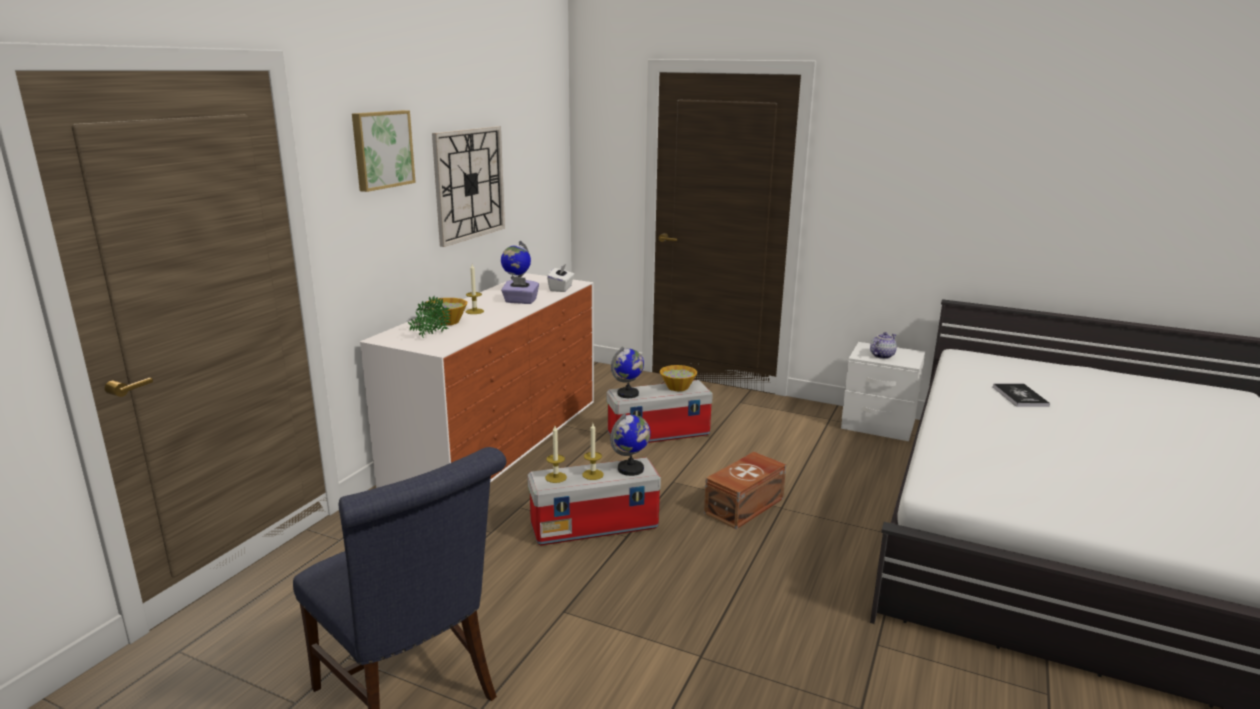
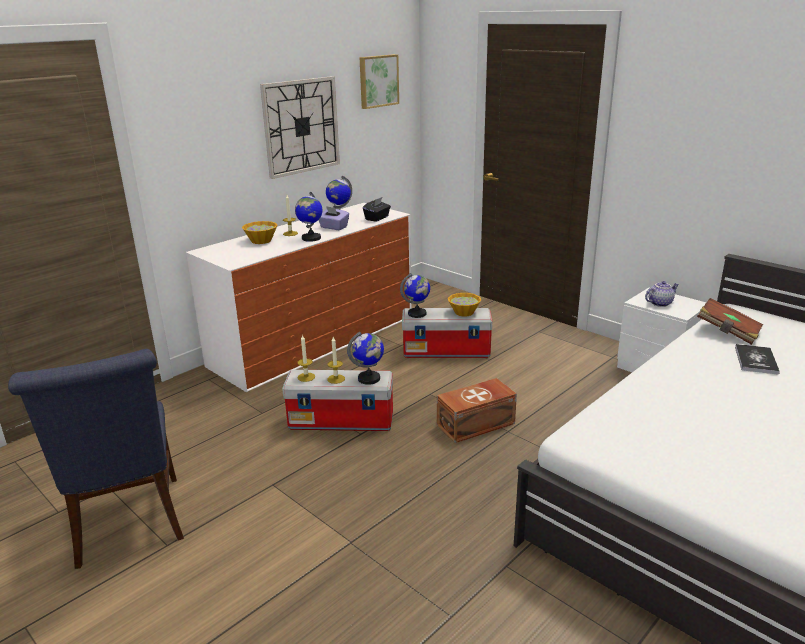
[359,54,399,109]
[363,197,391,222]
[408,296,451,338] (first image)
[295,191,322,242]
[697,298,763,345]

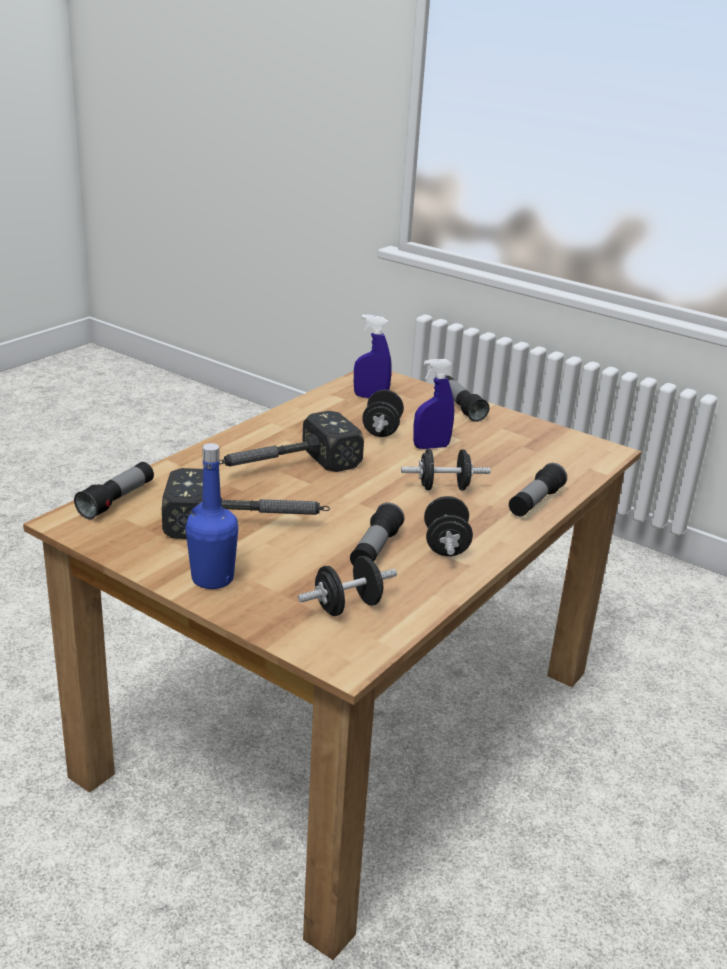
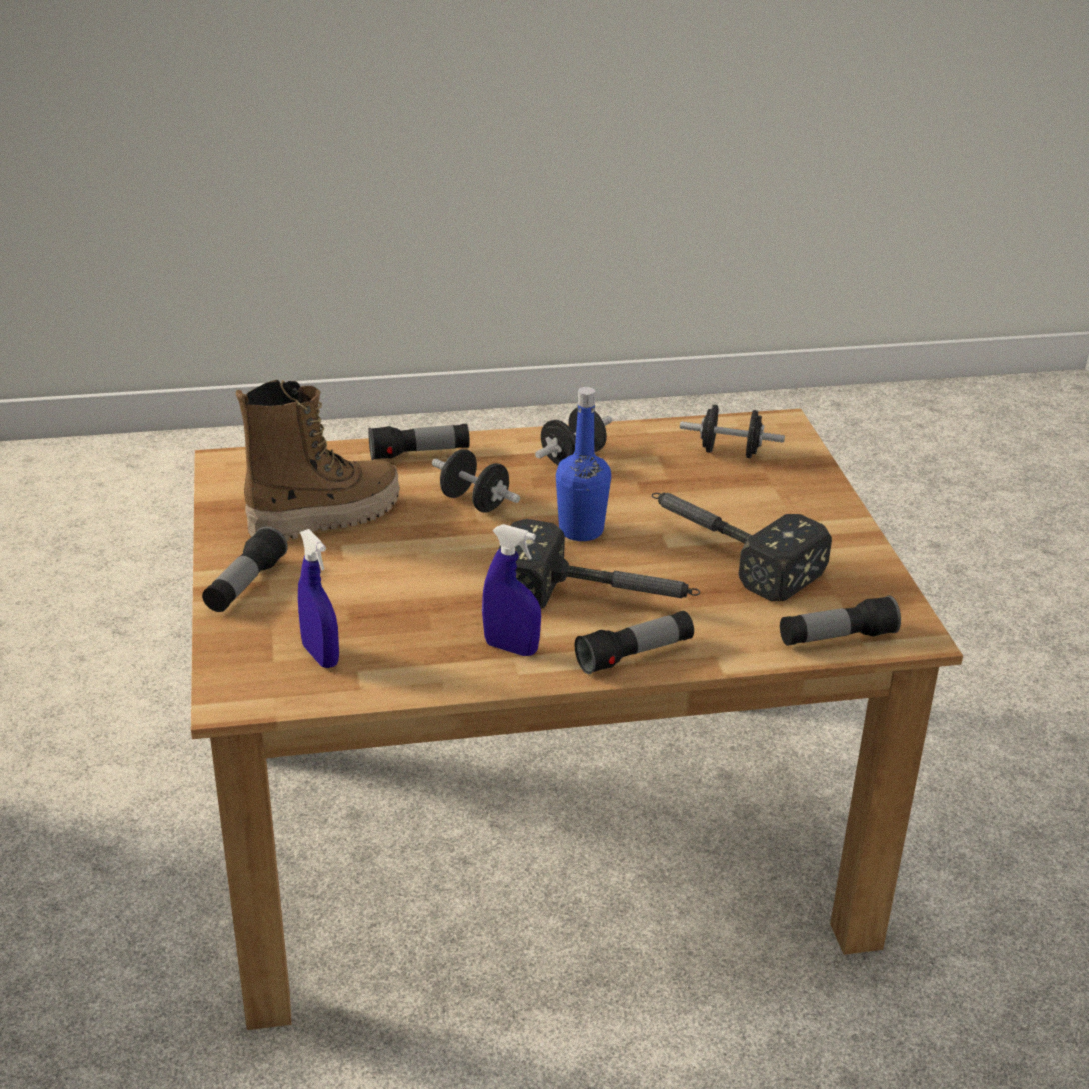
[482,524,541,656]
[362,390,404,437] (first image)
[556,387,611,541]
[575,611,694,674]
[236,380,400,541]

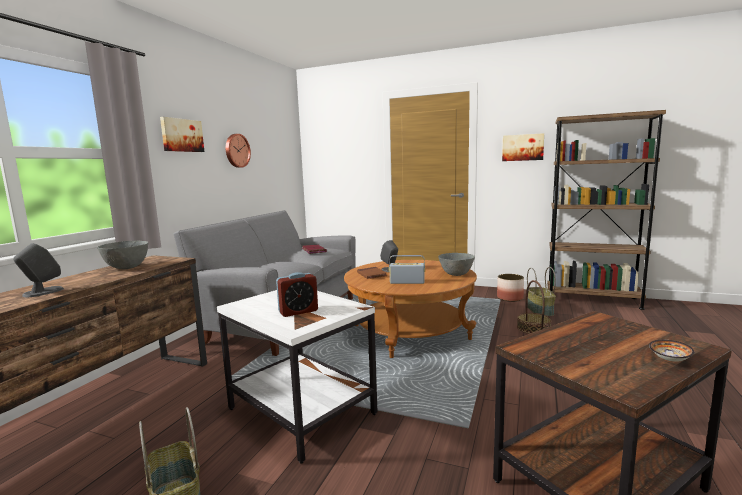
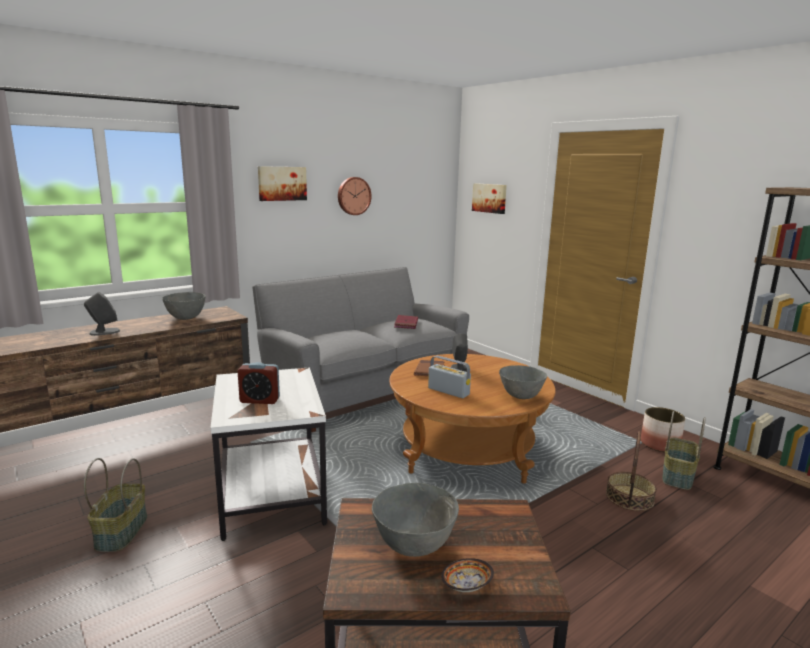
[472,183,507,214]
[372,483,459,557]

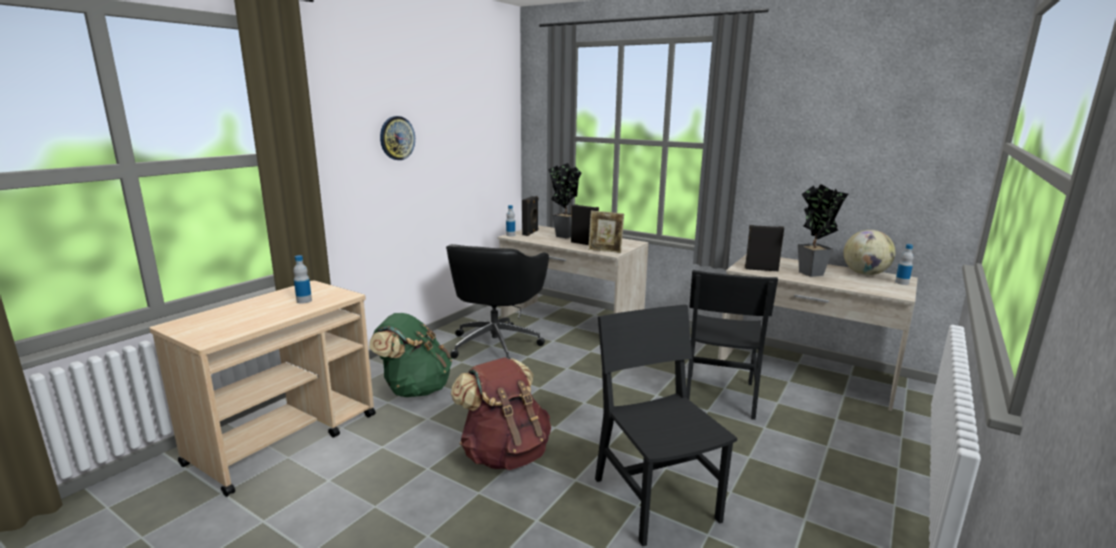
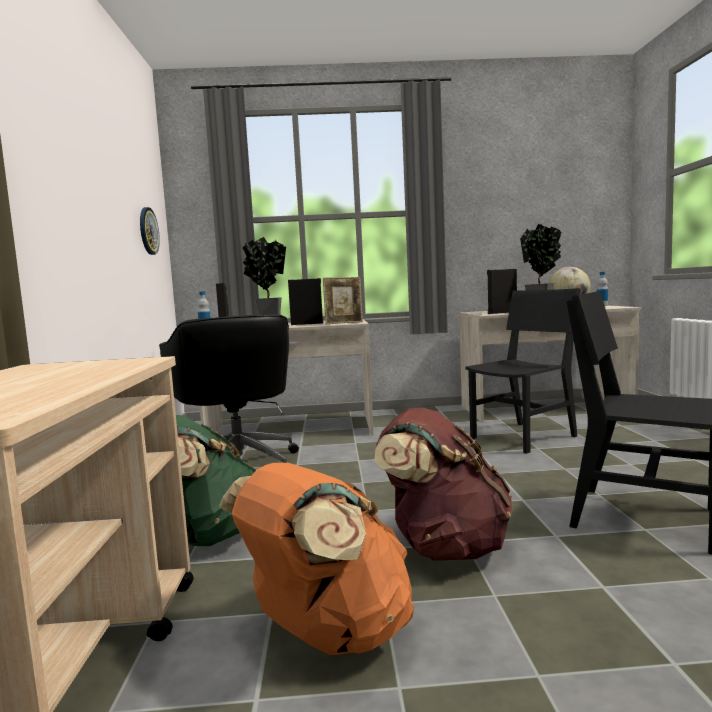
[140,207,160,255]
[293,255,312,304] (first image)
[465,288,581,454]
[219,463,414,655]

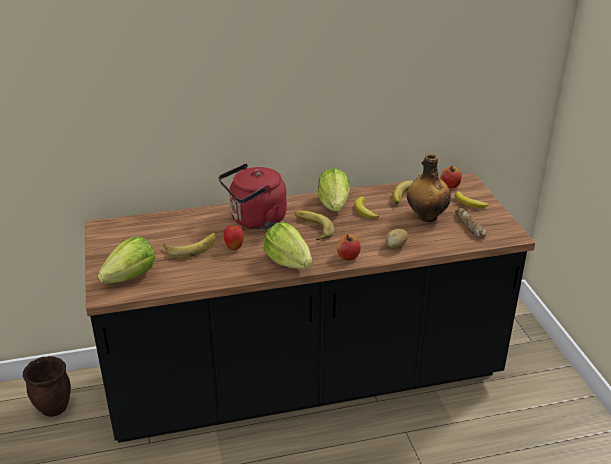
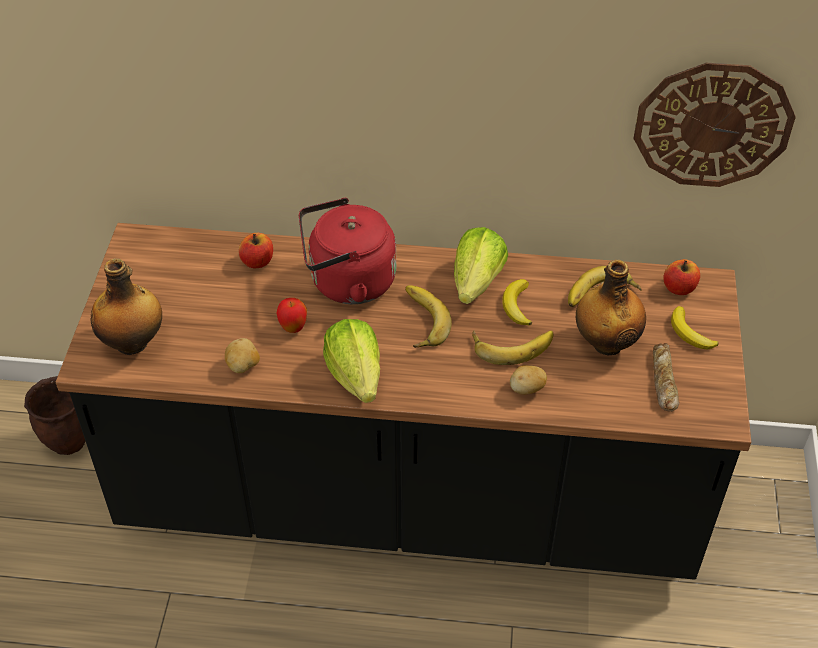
[472,330,554,365]
[239,233,273,268]
[90,258,162,355]
[634,63,796,187]
[225,338,260,373]

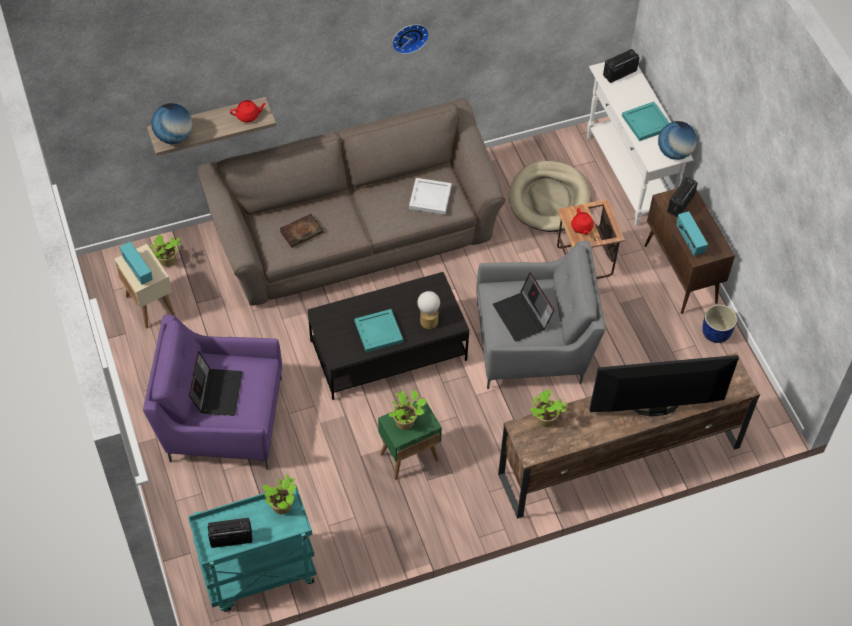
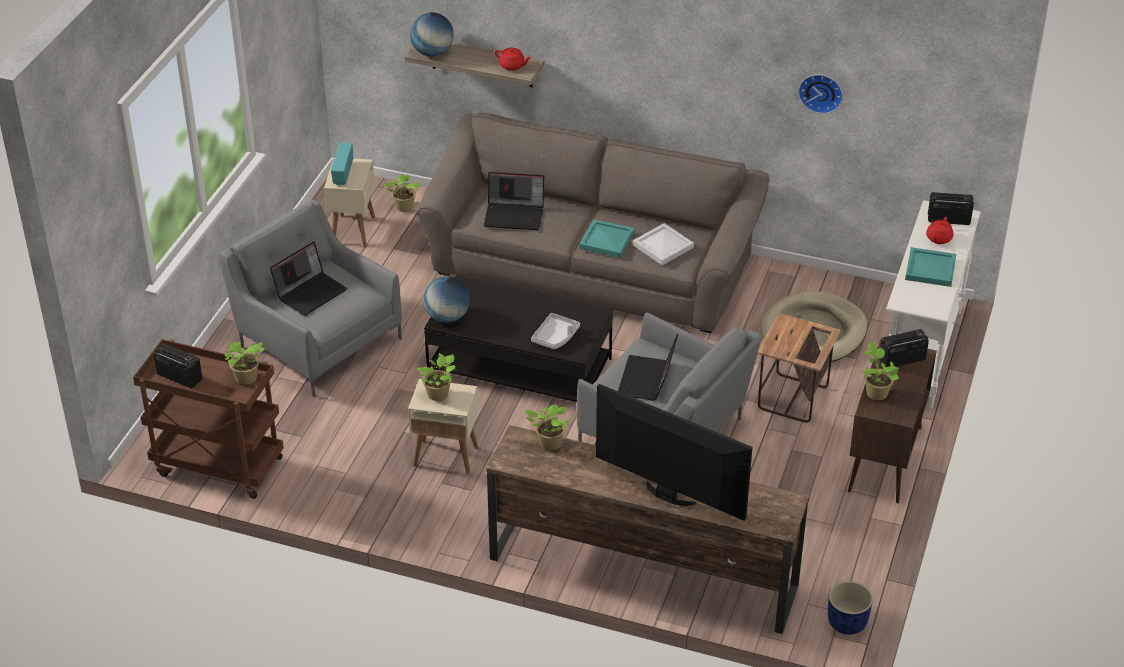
[798,74,843,114]
[423,276,470,323]
[926,217,953,244]
[861,341,899,400]
[484,172,544,230]
[531,313,580,349]
[828,581,873,635]
[579,219,634,258]
[219,199,402,397]
[408,379,479,474]
[133,339,284,499]

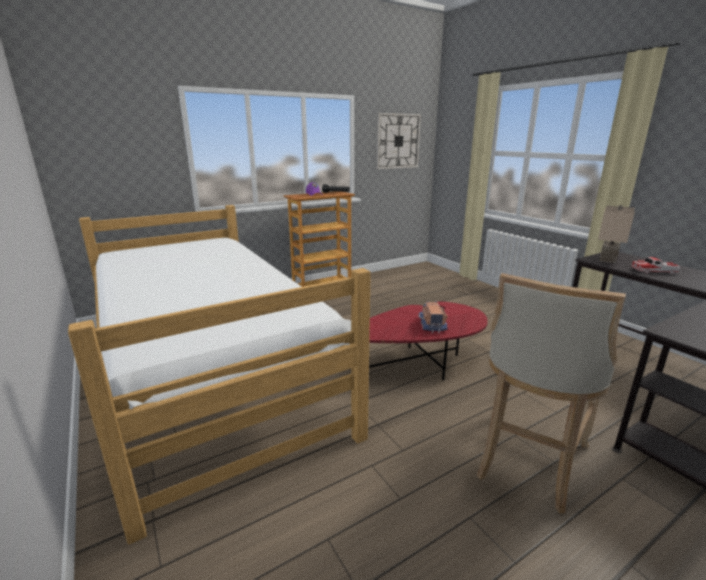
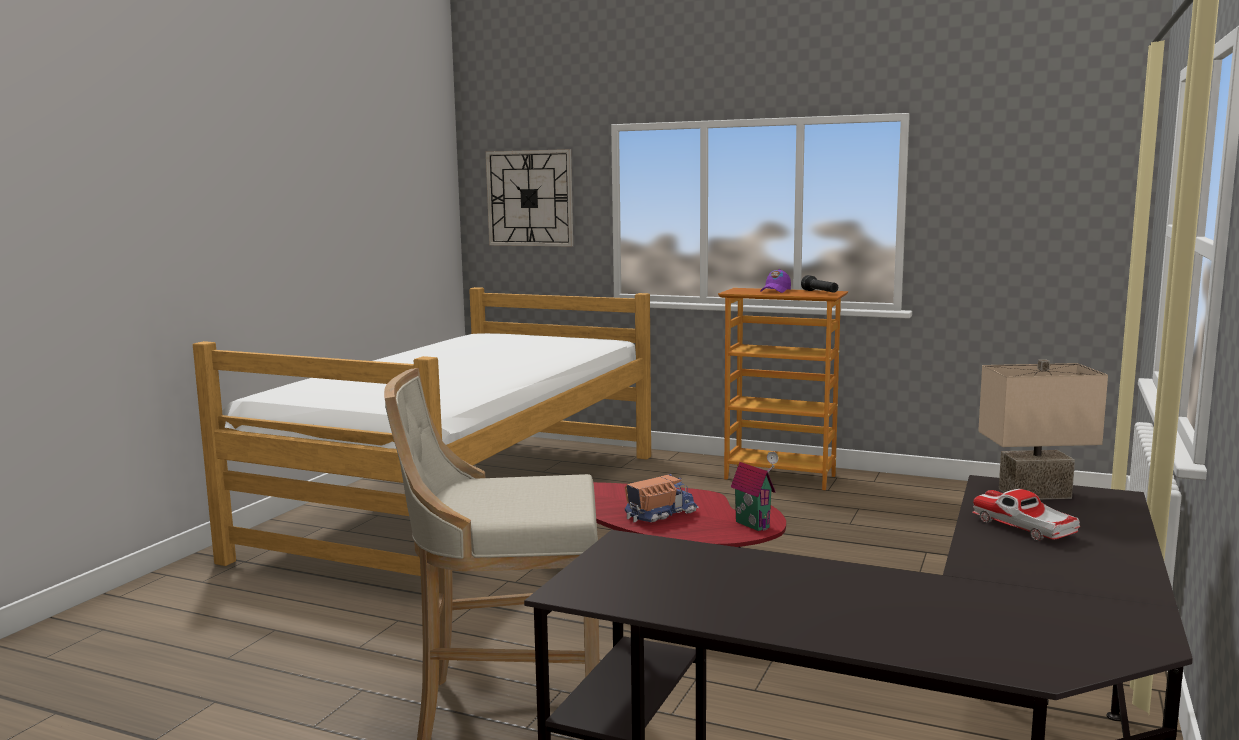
[486,149,573,247]
[731,452,779,531]

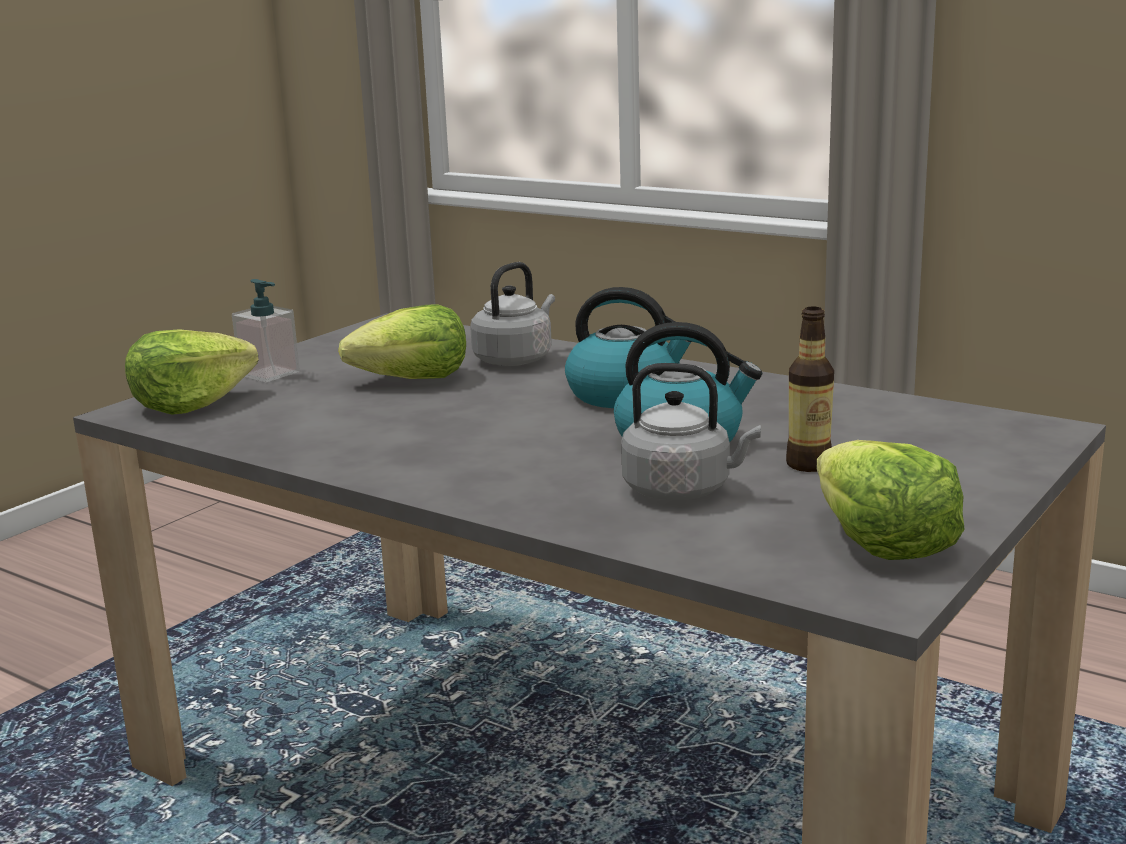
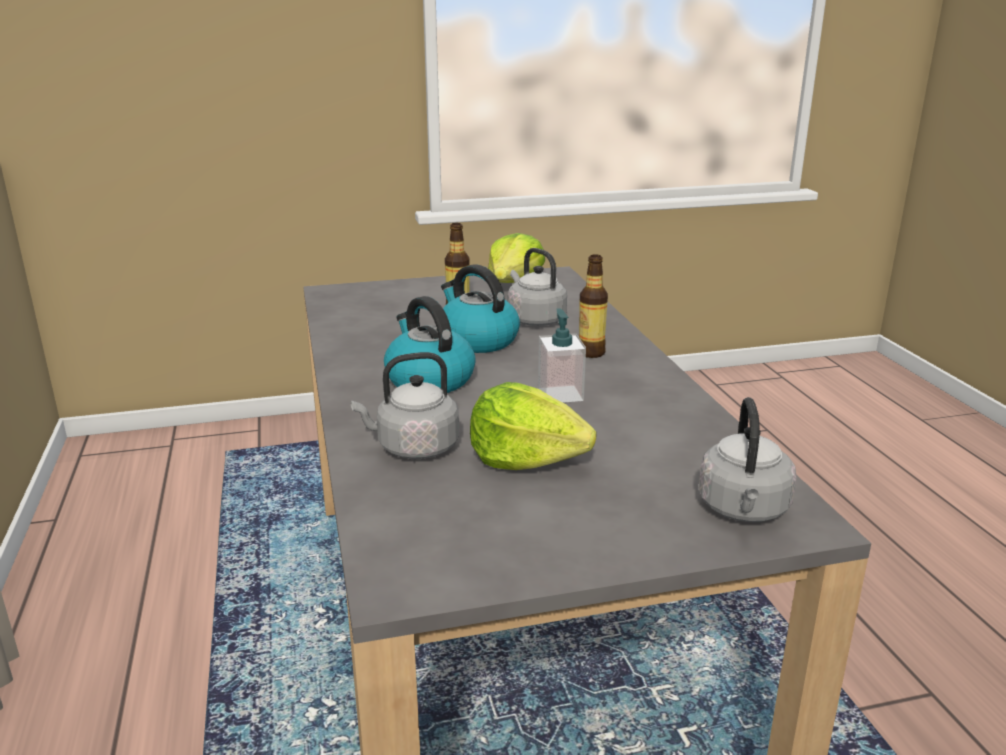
[538,308,586,403]
[698,397,796,522]
[579,254,608,358]

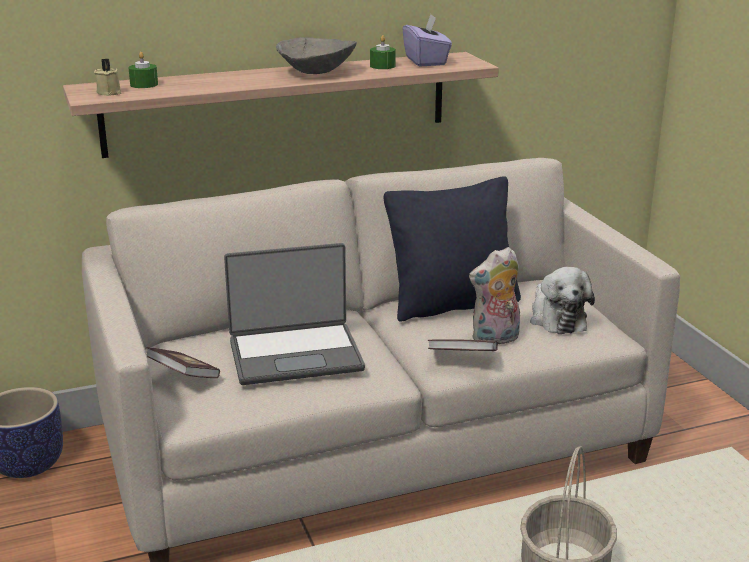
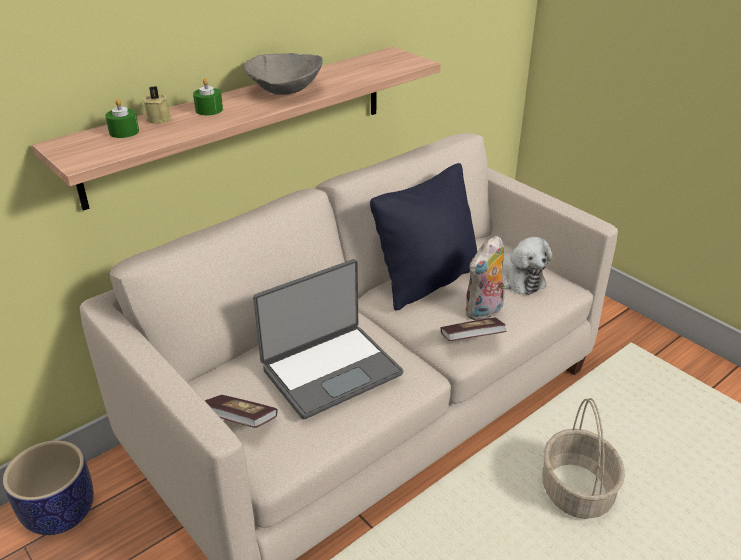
[403,14,452,66] (first image)
[193,78,223,115]
[142,86,172,124]

